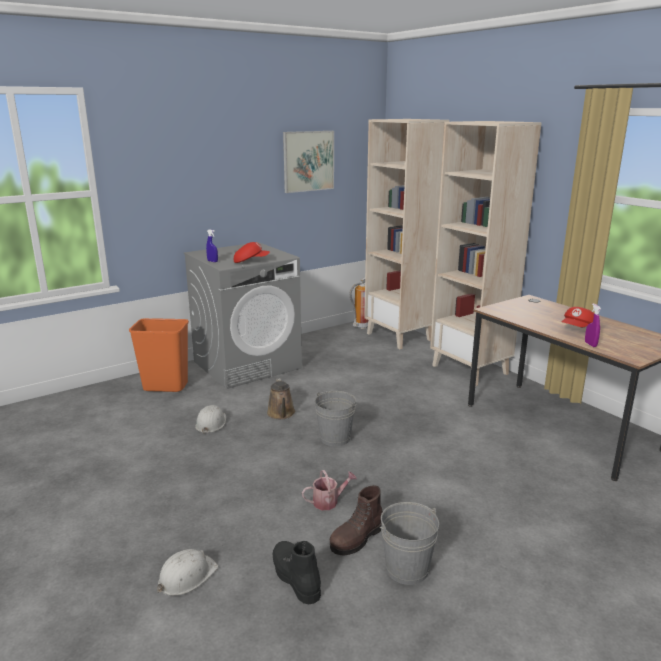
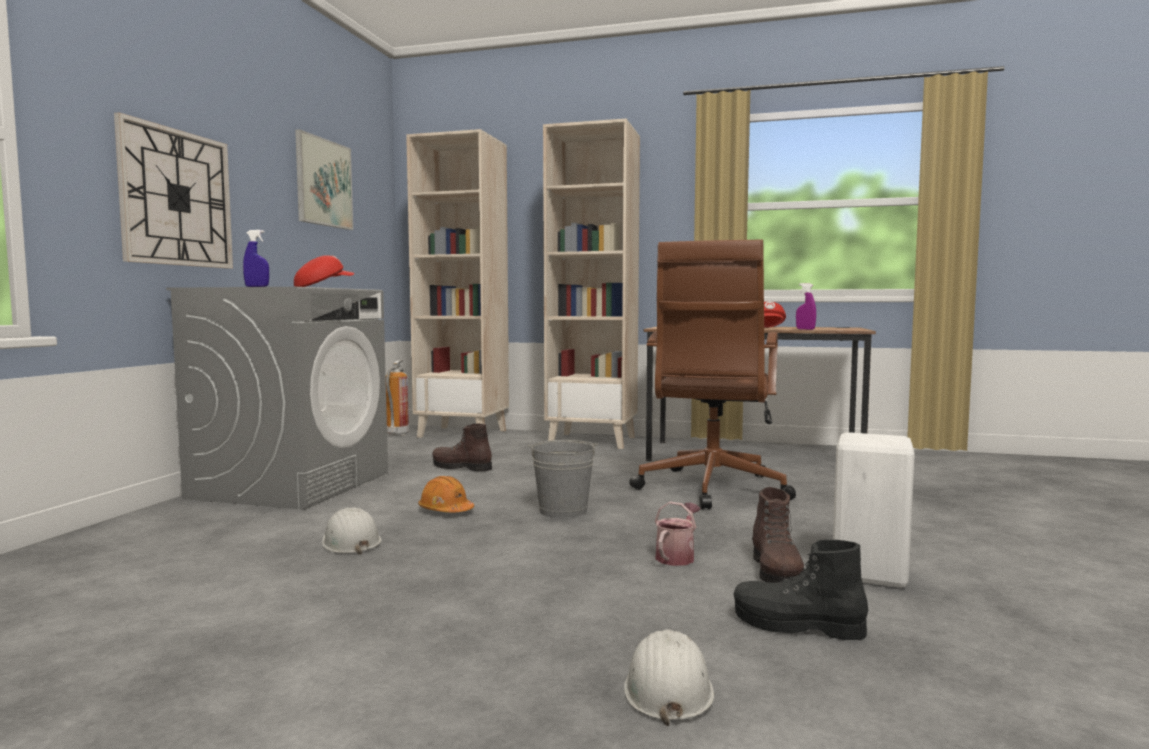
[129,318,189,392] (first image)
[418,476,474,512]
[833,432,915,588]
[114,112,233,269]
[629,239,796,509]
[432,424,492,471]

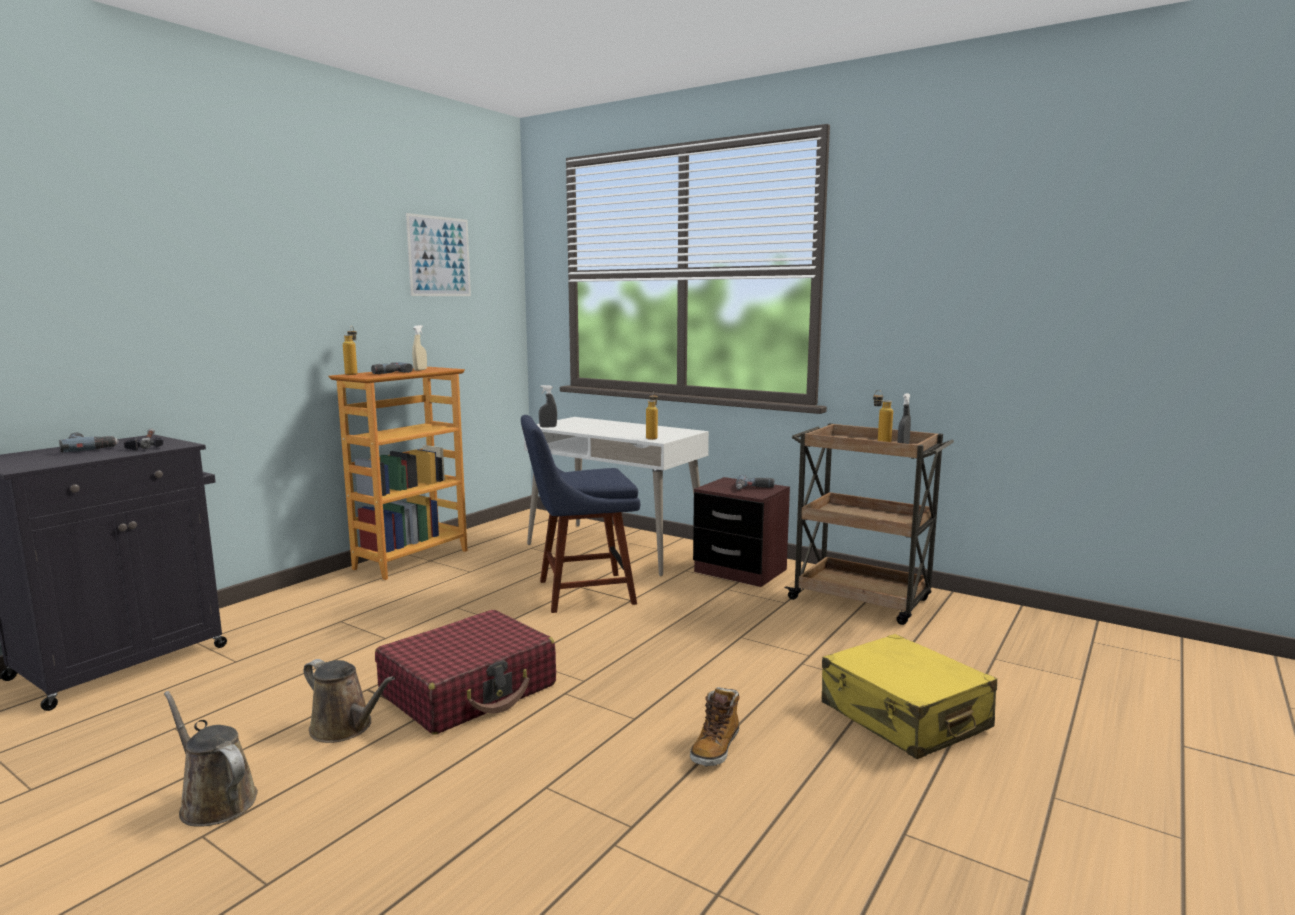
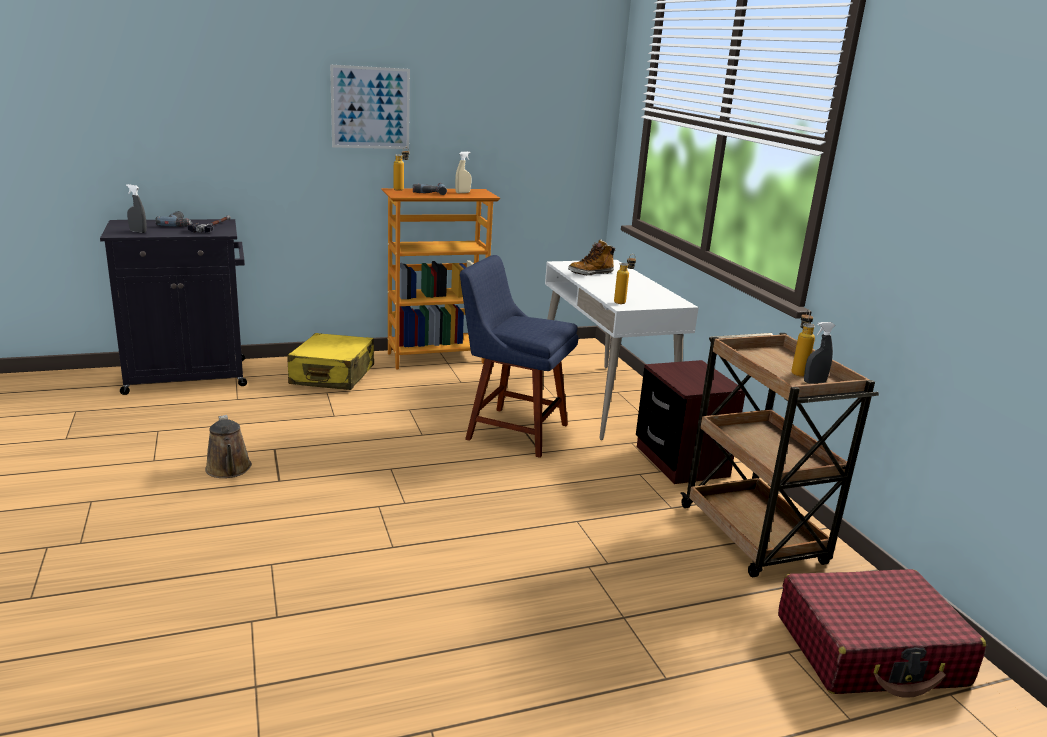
[330,65,410,149]
[126,184,147,233]
[735,475,774,490] (first image)
[778,569,986,698]
[287,333,374,390]
[568,239,615,275]
[164,691,258,827] (first image)

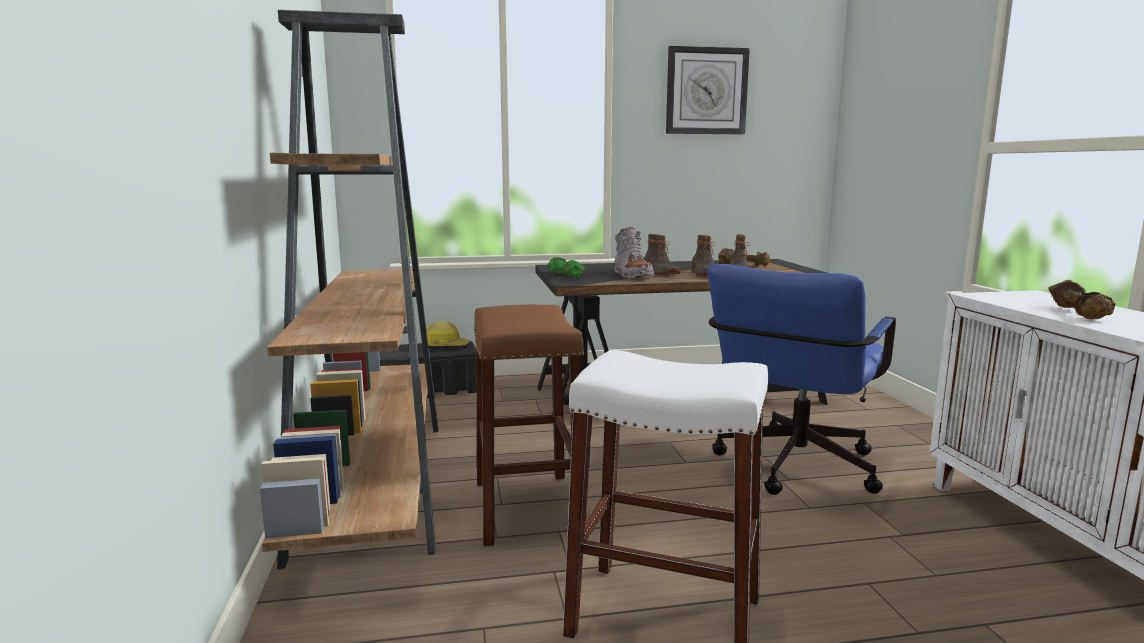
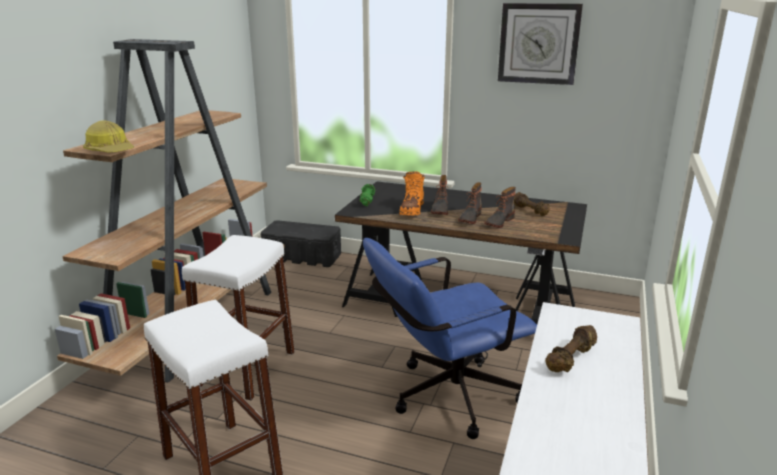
[399,171,425,216]
[182,235,295,401]
[83,120,134,152]

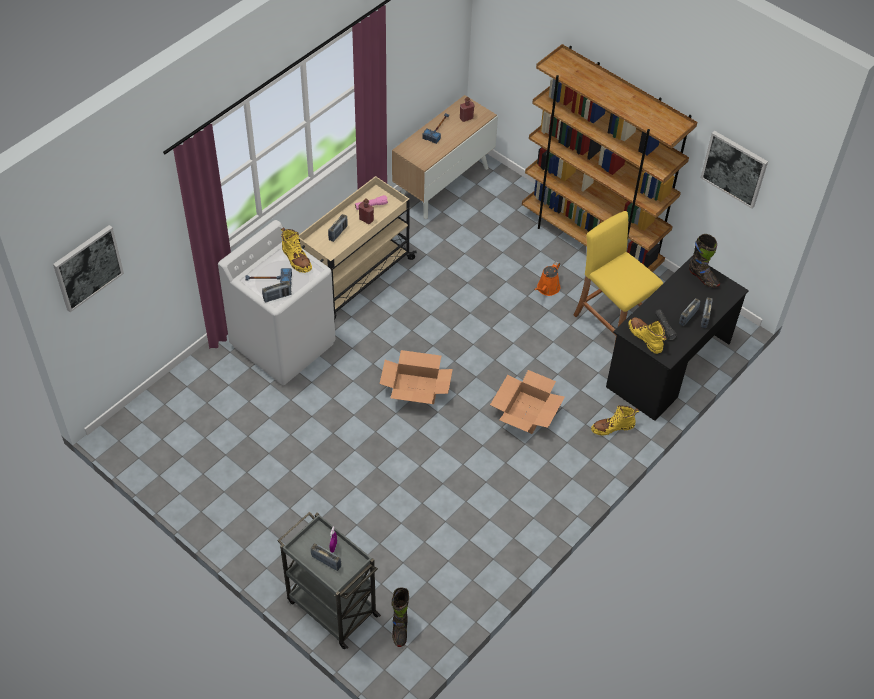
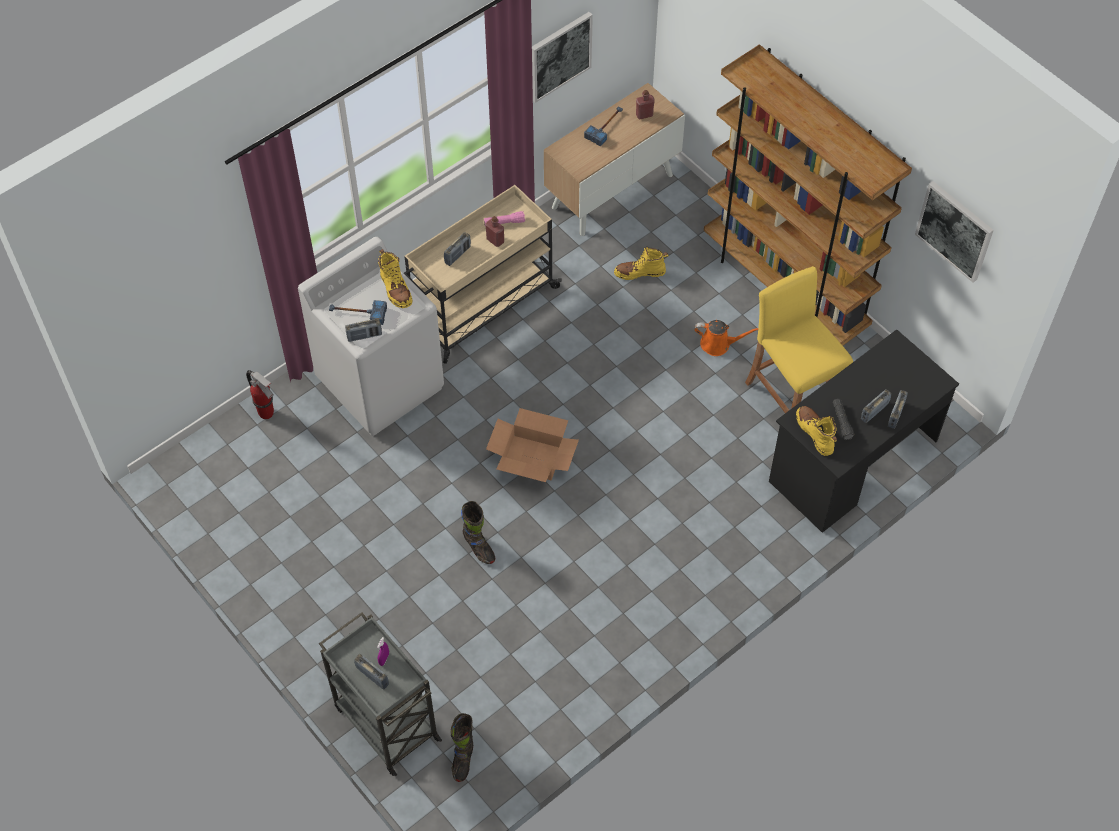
[532,12,593,103]
[461,501,495,564]
[694,320,758,356]
[490,370,565,434] (first image)
[614,247,668,280]
[246,370,274,419]

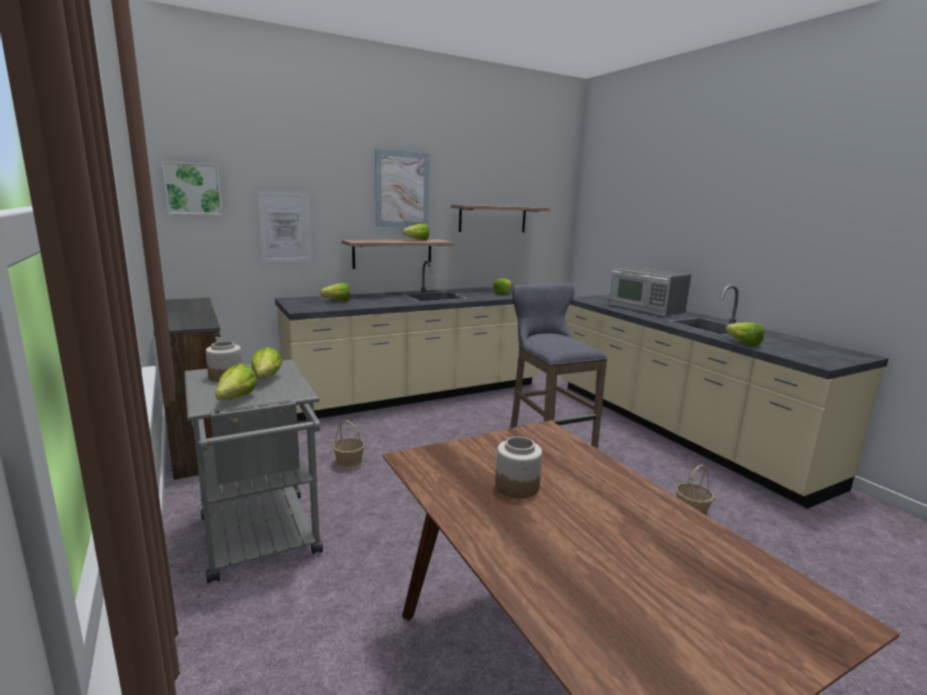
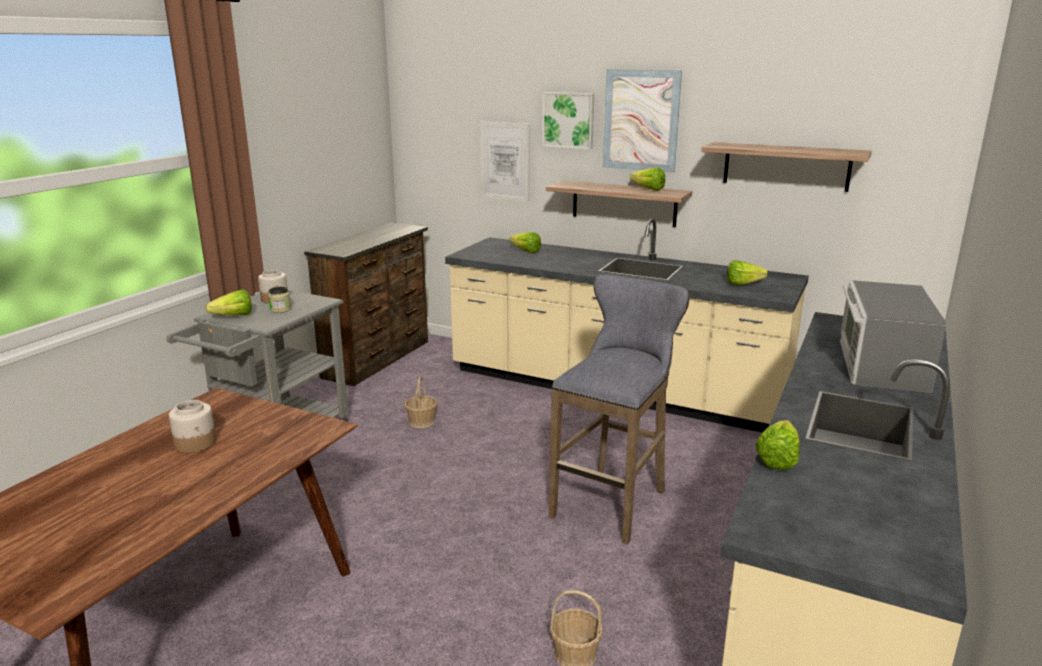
[542,92,595,149]
[268,287,291,313]

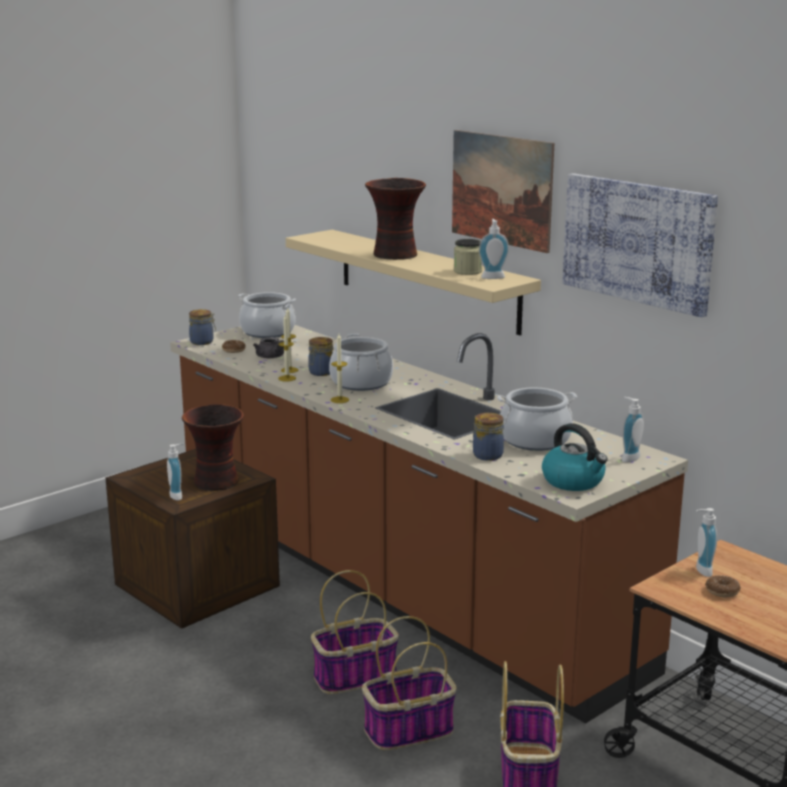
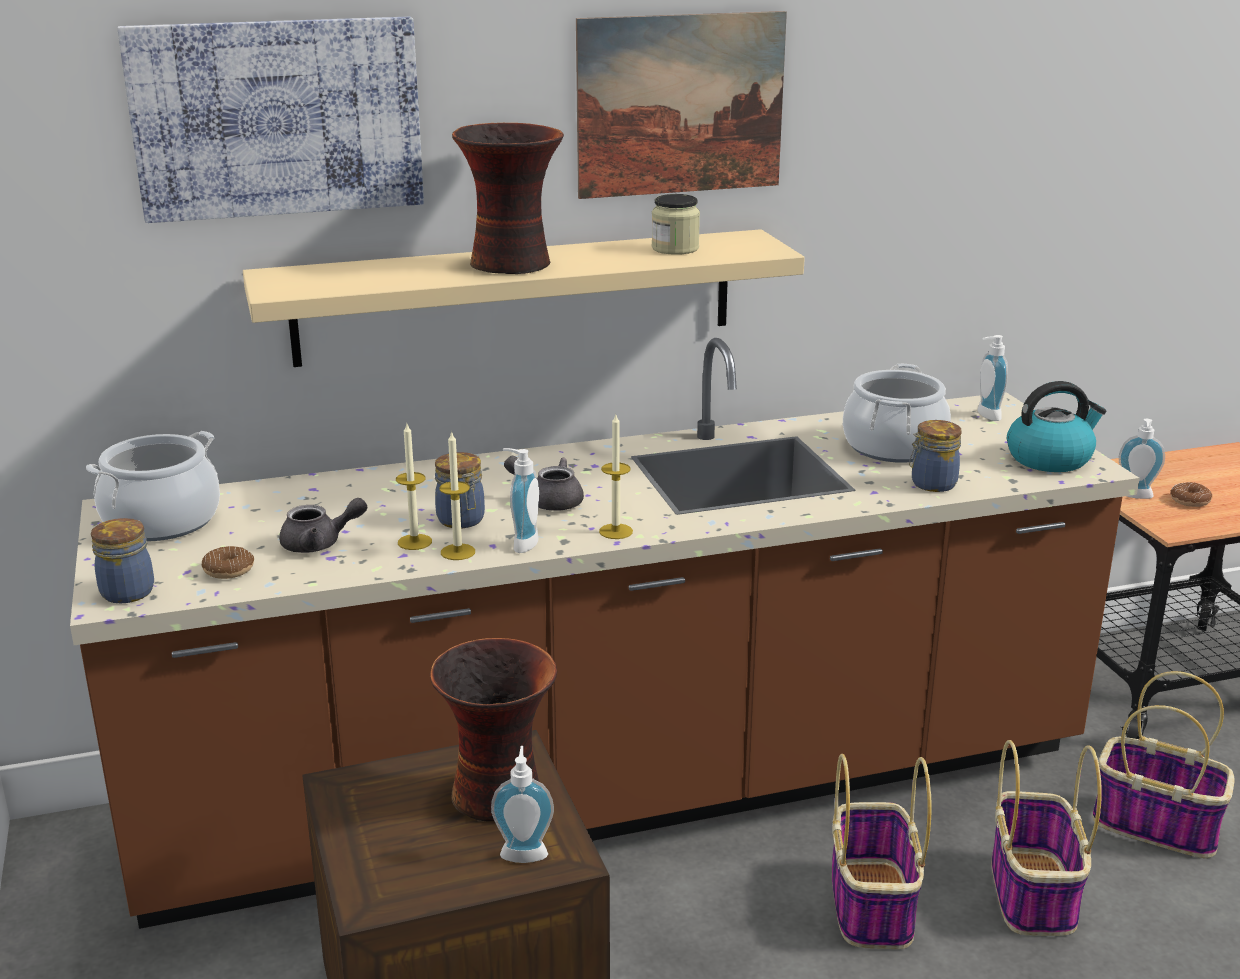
[118,17,424,223]
[503,448,539,553]
[504,456,584,511]

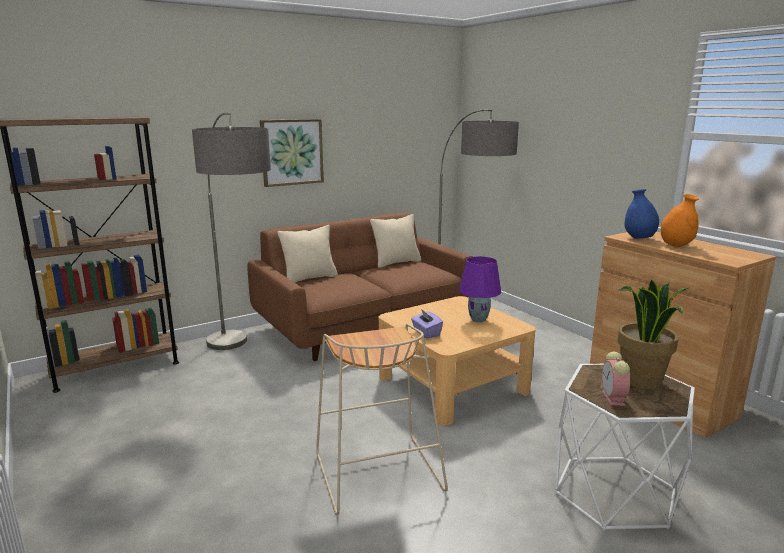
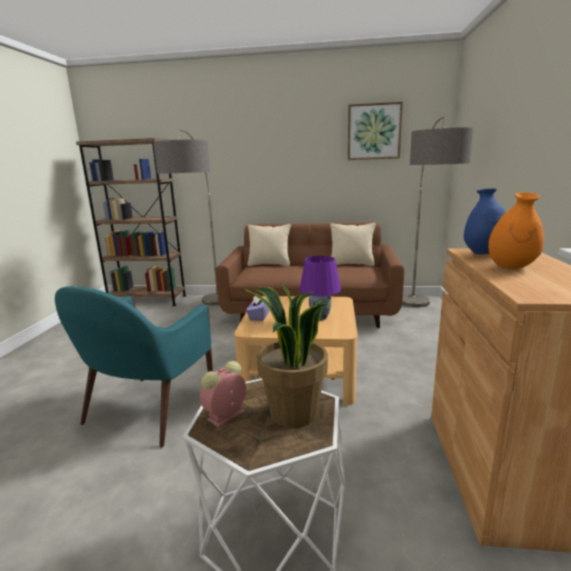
[348,102,403,160]
[55,286,213,448]

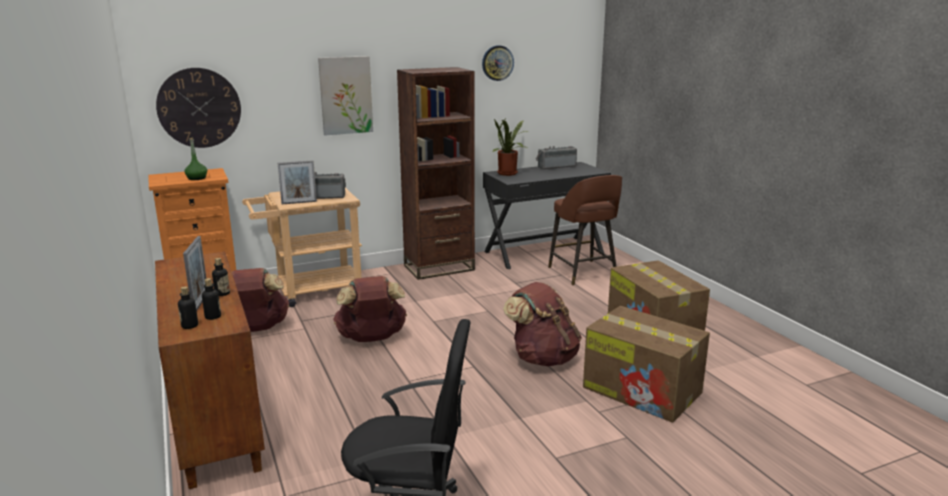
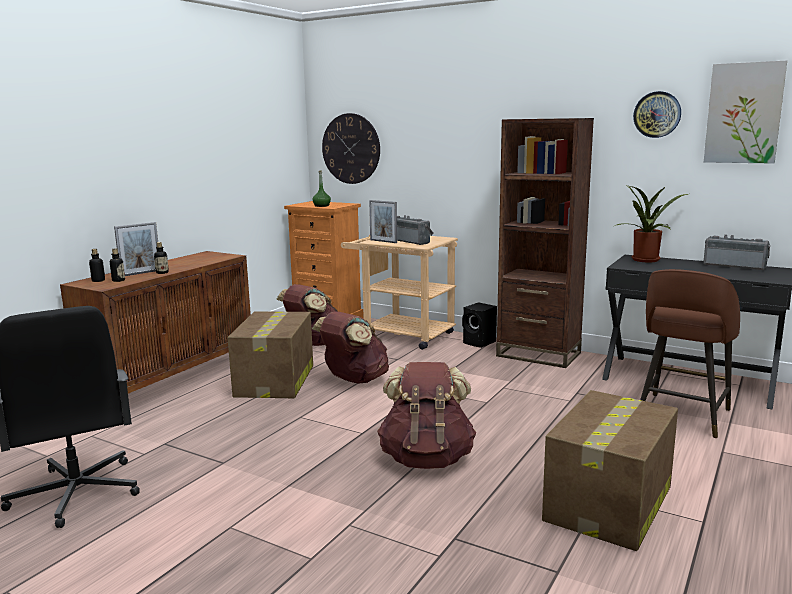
[704,60,787,164]
[228,311,313,398]
[462,302,497,348]

